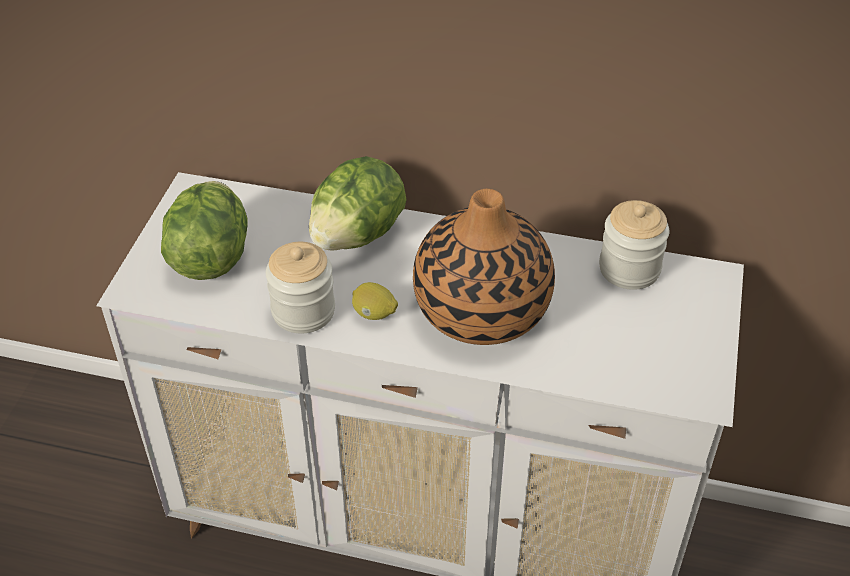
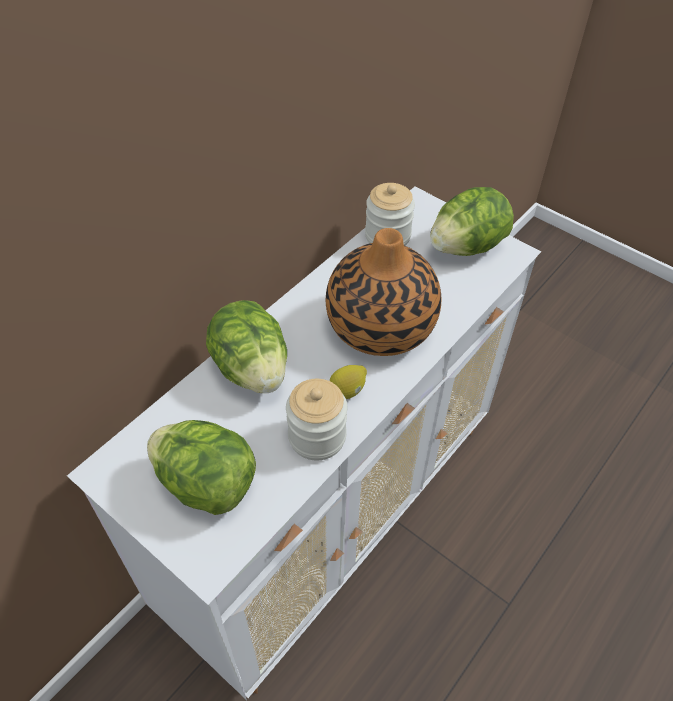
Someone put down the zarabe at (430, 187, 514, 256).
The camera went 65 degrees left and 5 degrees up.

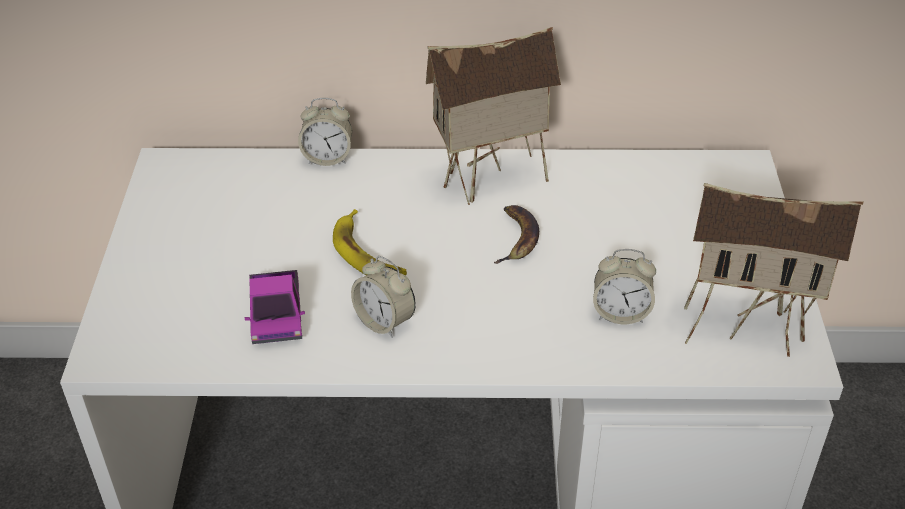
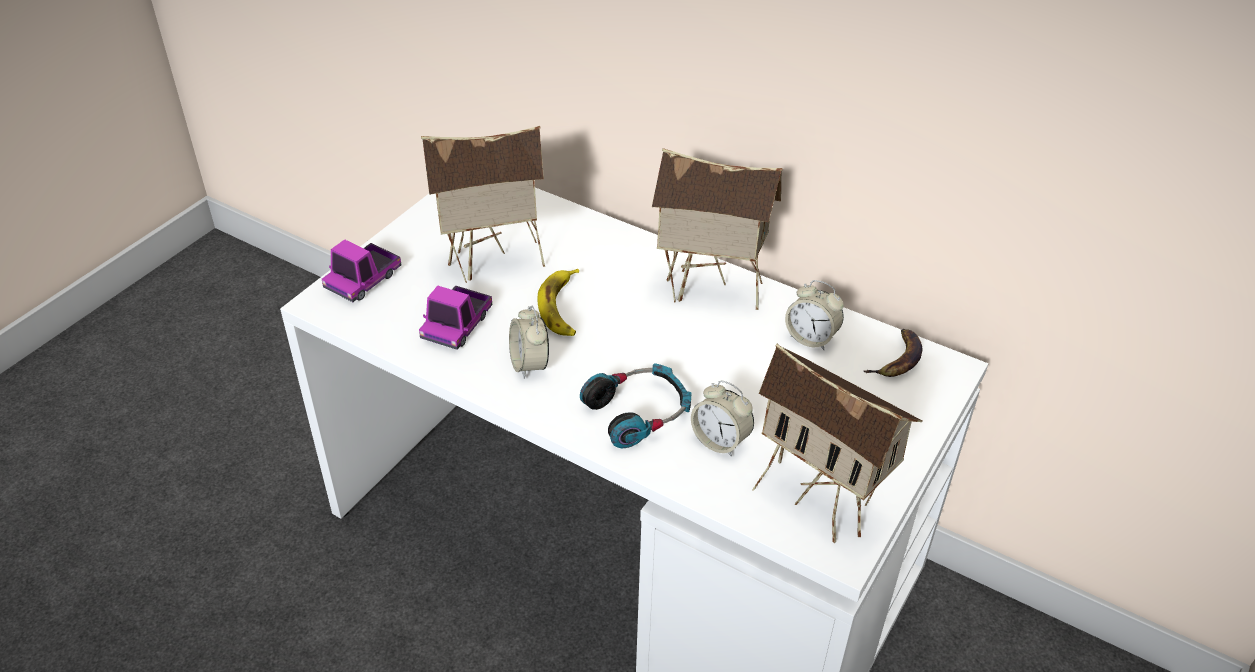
Someone carried the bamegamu from (298, 98, 352, 166) to (785, 280, 844, 350).
Someone carried the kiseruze from (494, 205, 539, 264) to (864, 329, 923, 377).
Someone put down the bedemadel at (322, 239, 401, 302).
Someone put down the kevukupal at (421, 126, 545, 283).
Someone put down the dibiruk at (580, 363, 691, 448).
The camera went 30 degrees right and 0 degrees up.

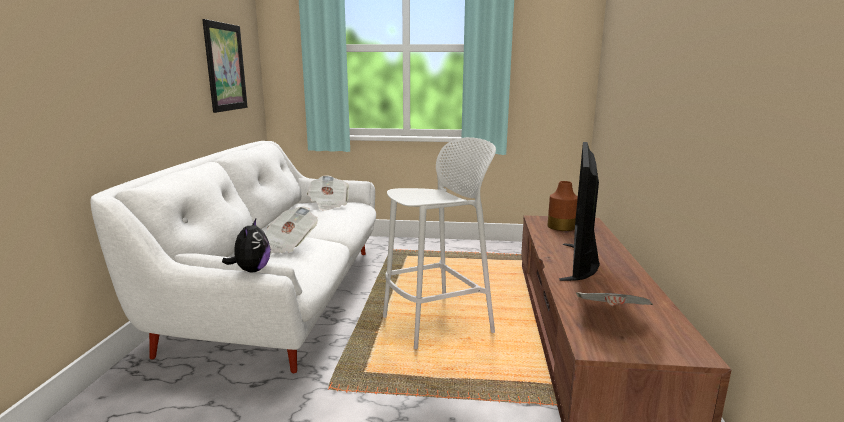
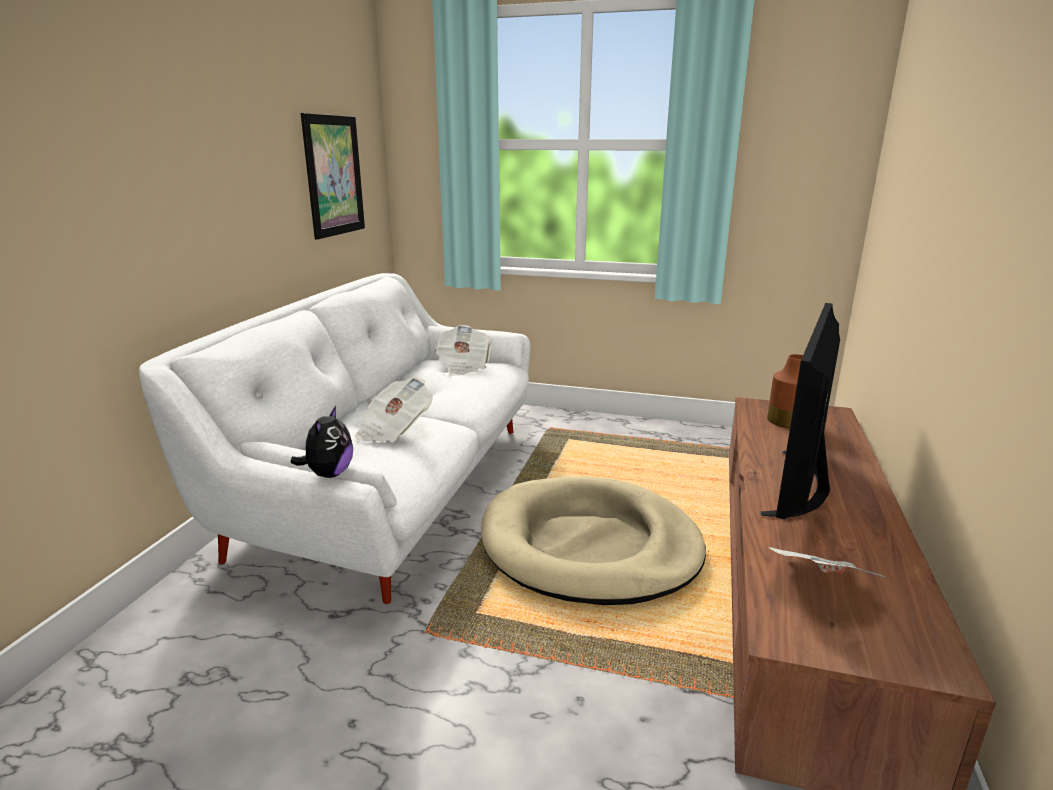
Someone swapped the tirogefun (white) at (383, 137, 496, 349) for the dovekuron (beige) at (481, 477, 706, 605).
The camera went 10 degrees right and 5 degrees up.

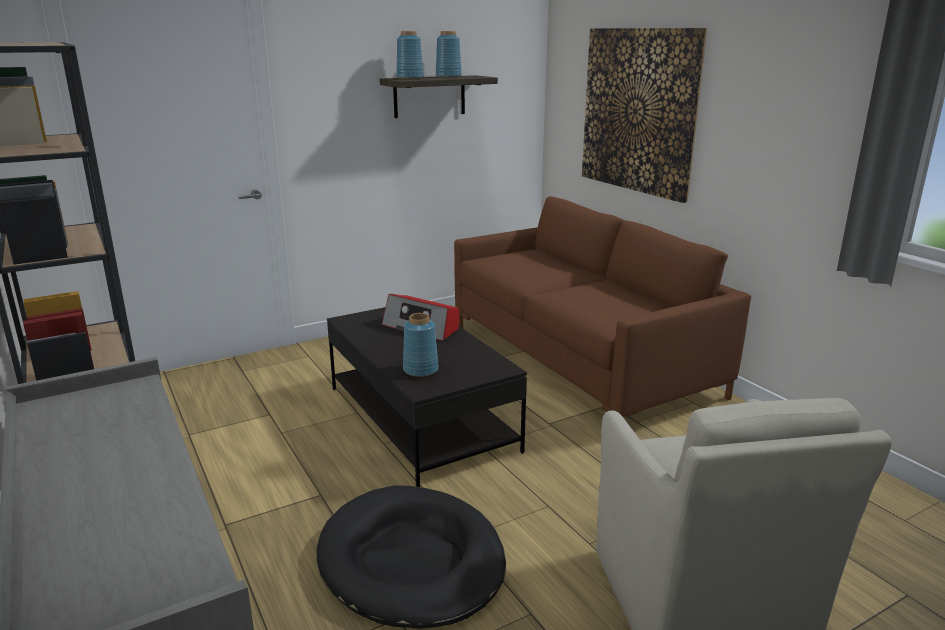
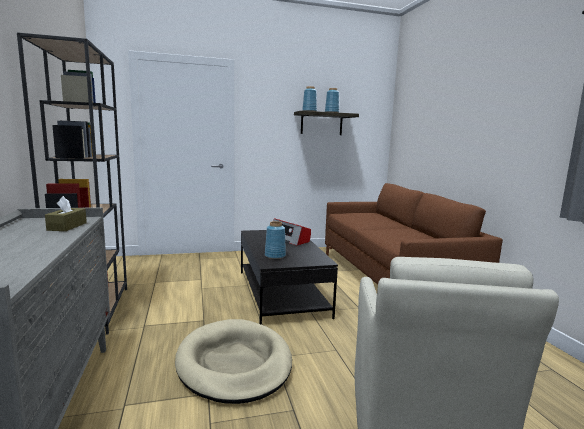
Someone repainted the dovekuron (black) at (317, 485, 506, 629), which became the dovekuron (beige) at (175, 319, 292, 404).
Someone took away the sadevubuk at (582, 28, 707, 203).
Someone put down the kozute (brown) at (45, 196, 87, 231).
The camera went 15 degrees right and 10 degrees down.

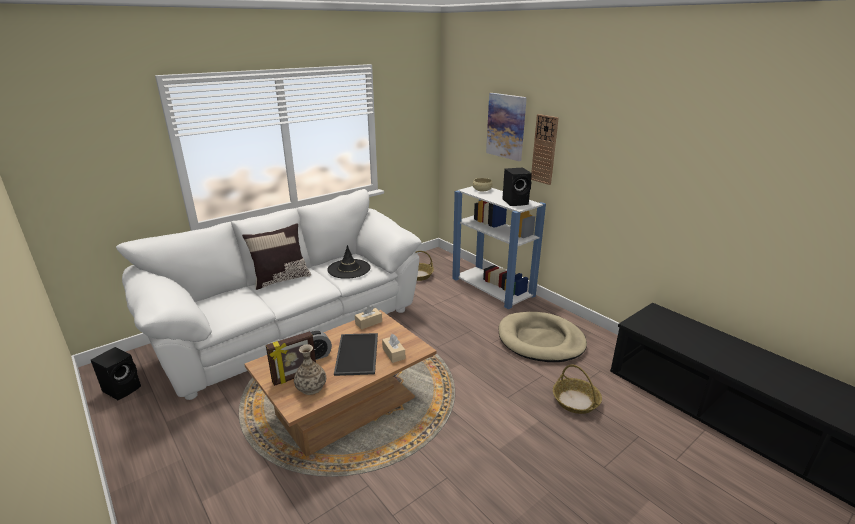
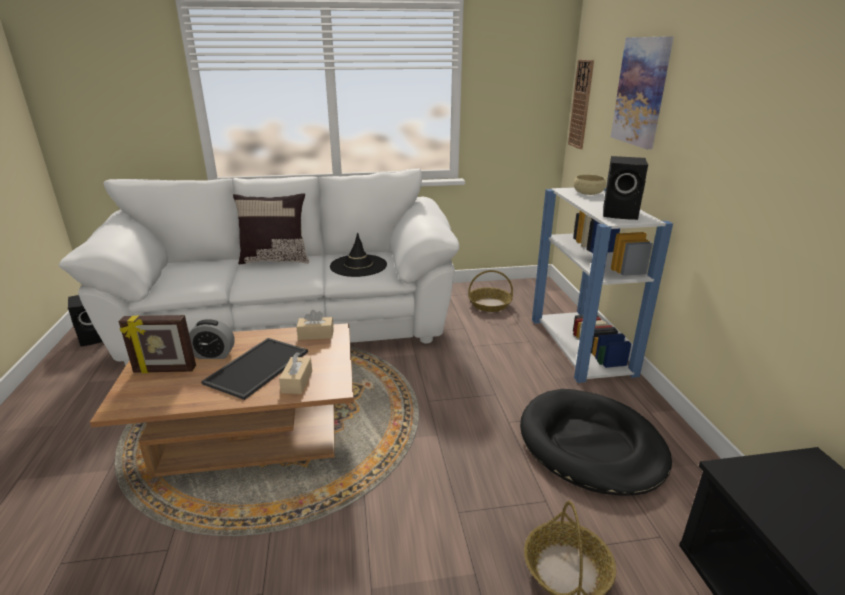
Someone took away the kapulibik at (294, 344, 326, 395).
Someone repainted the dovekuron (beige) at (499, 312, 587, 362), which became the dovekuron (black) at (520, 389, 672, 496).
Someone carried the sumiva from (531, 114, 559, 185) to (568, 59, 594, 149).
The camera went 30 degrees right and 0 degrees up.

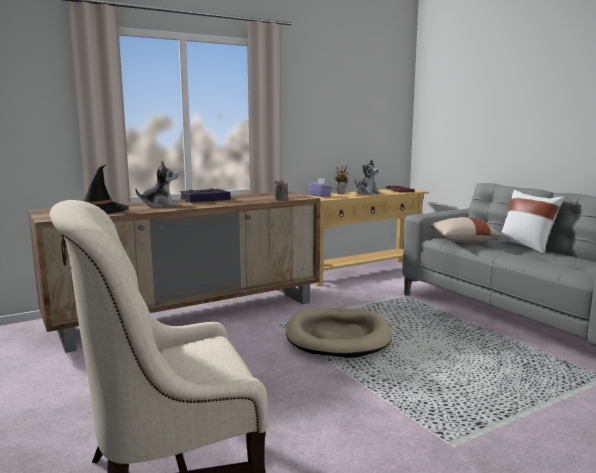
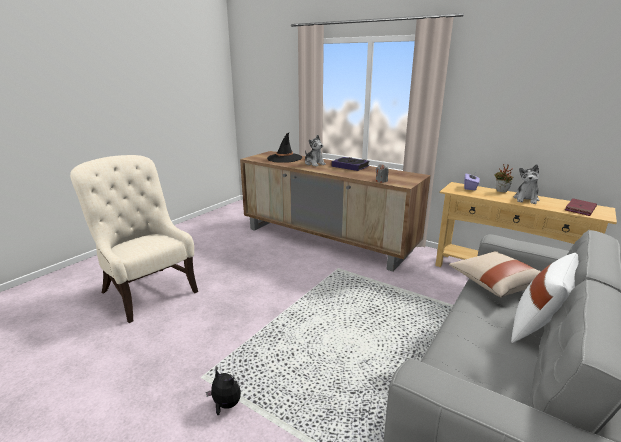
Someone took away the dovekuron (beige) at (286, 308, 392, 358).
Someone put down the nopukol at (206, 370, 241, 415).
The camera went 65 degrees right and 10 degrees up.

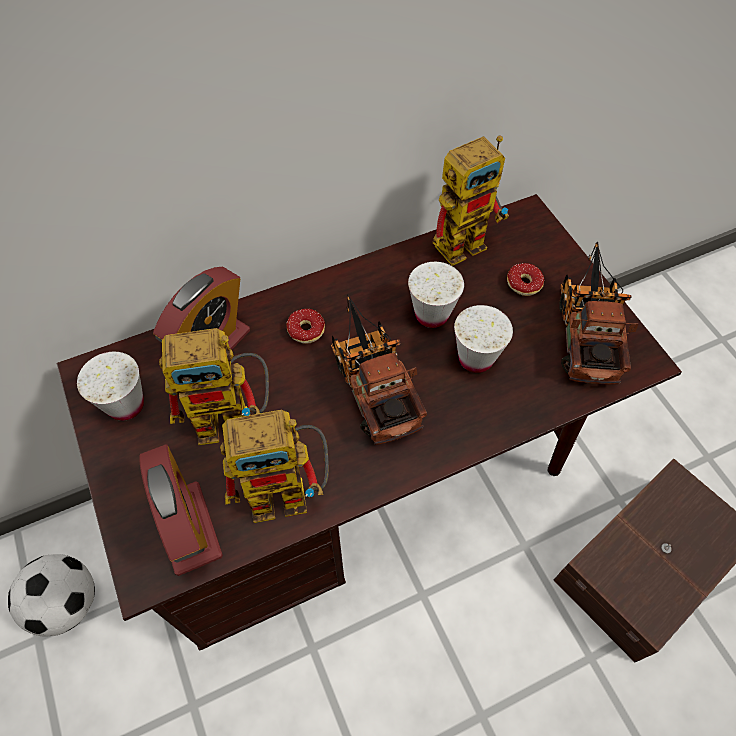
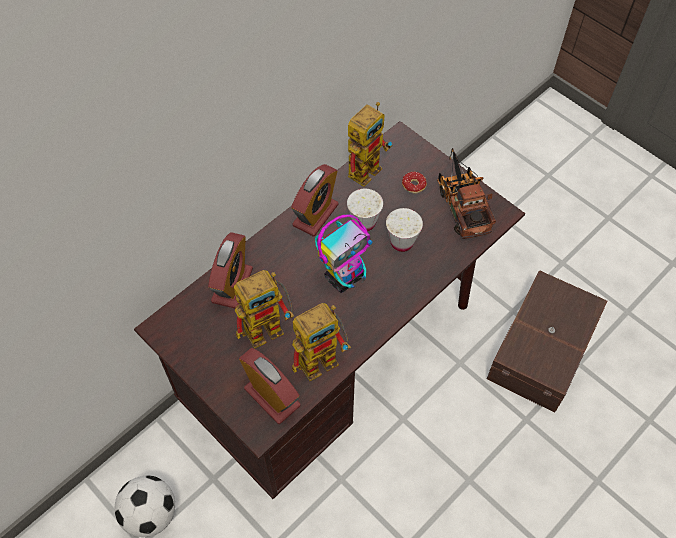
Someone took away the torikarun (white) at (77, 352, 144, 421).
Someone took away the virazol at (286, 309, 325, 344).
Someone swapped the bedemadel at (331, 294, 427, 445) for the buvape at (315, 214, 373, 293).
Someone put down the bamegamu at (291, 164, 338, 237).
The camera went 20 degrees left and 0 degrees up.

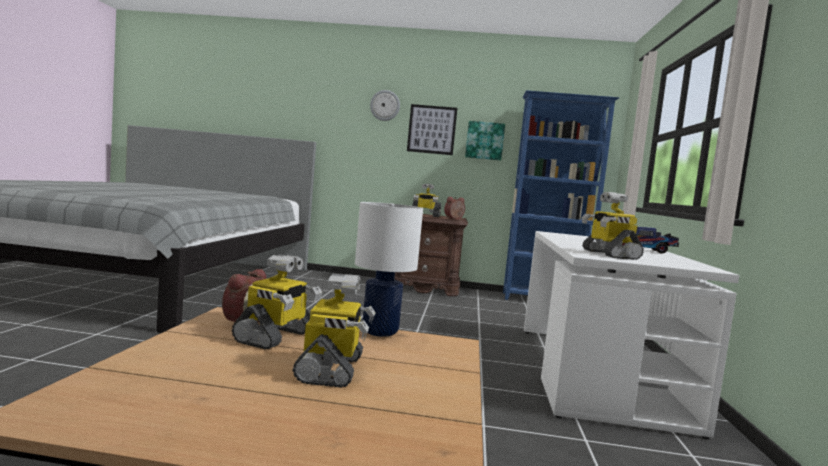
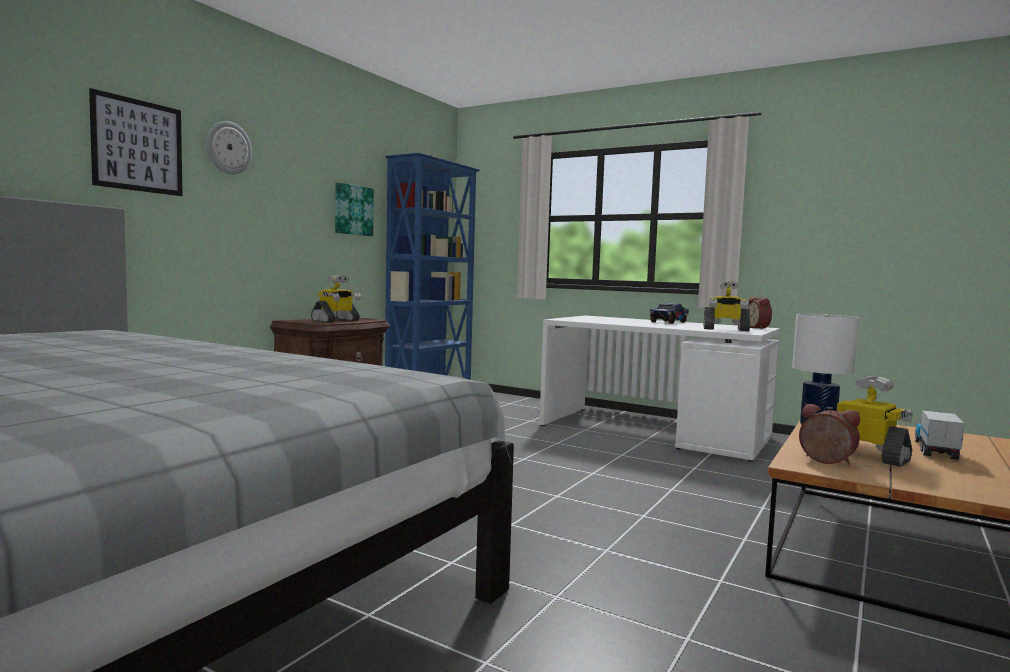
Someone swapped the buvape at (293, 274, 376, 388) for the bedemadel at (915, 411, 965, 460).
Someone carried the sadevubuk from (407, 104, 458, 155) to (89, 88, 183, 196).
Someone carried the bamegamu from (444, 197, 465, 219) to (748, 297, 772, 329).
The camera went 65 degrees left and 0 degrees up.

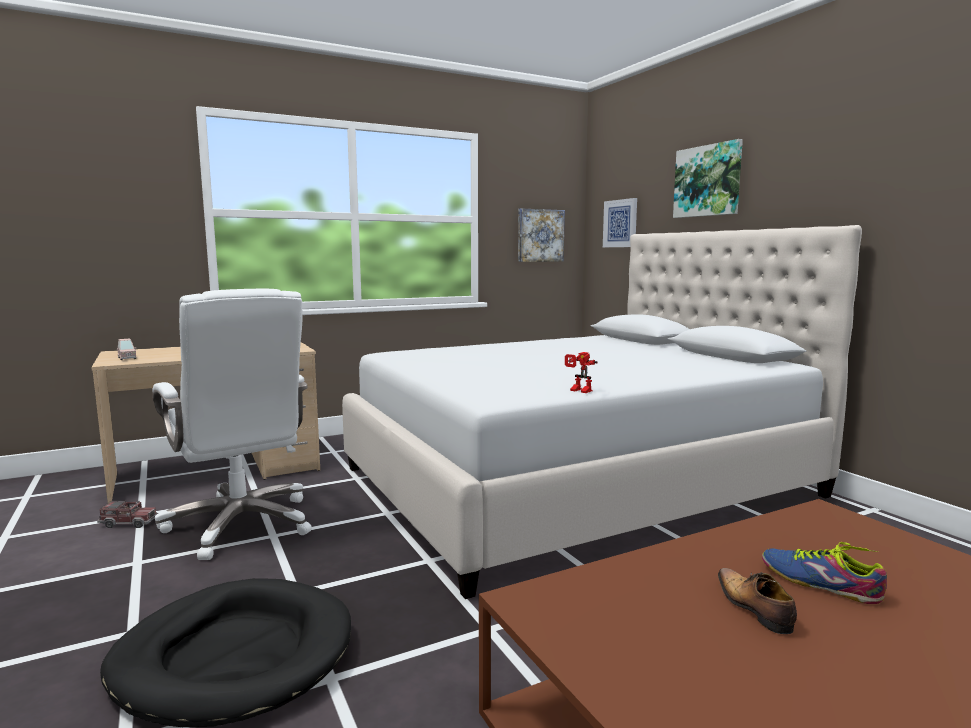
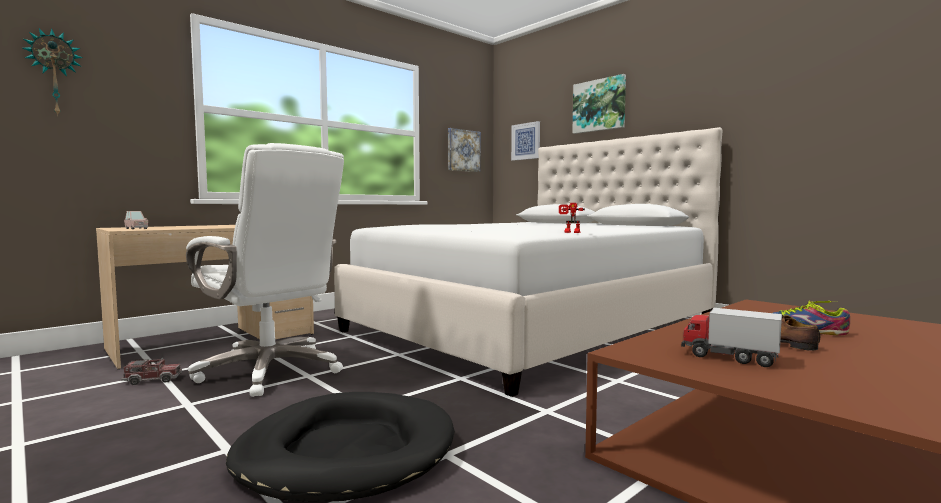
Someone put up the sumiva at (22, 28, 83, 116).
Someone put down the bedemadel at (681, 308, 782, 367).
The camera went 15 degrees left and 5 degrees down.

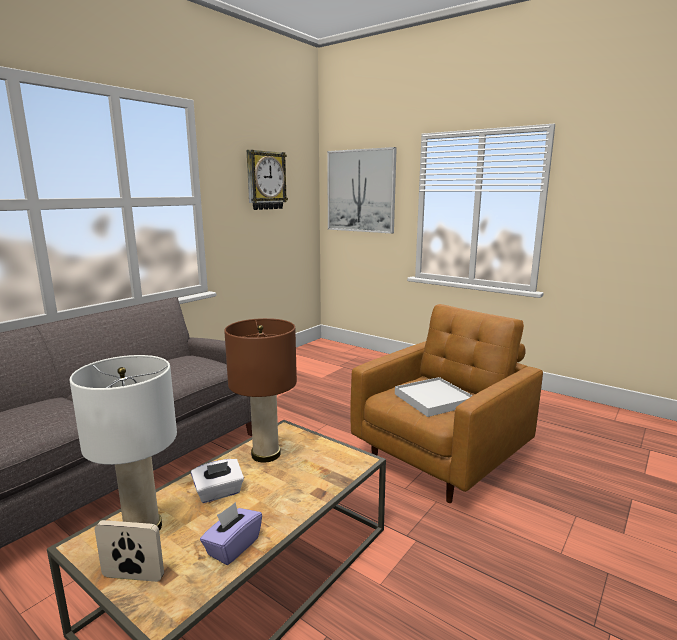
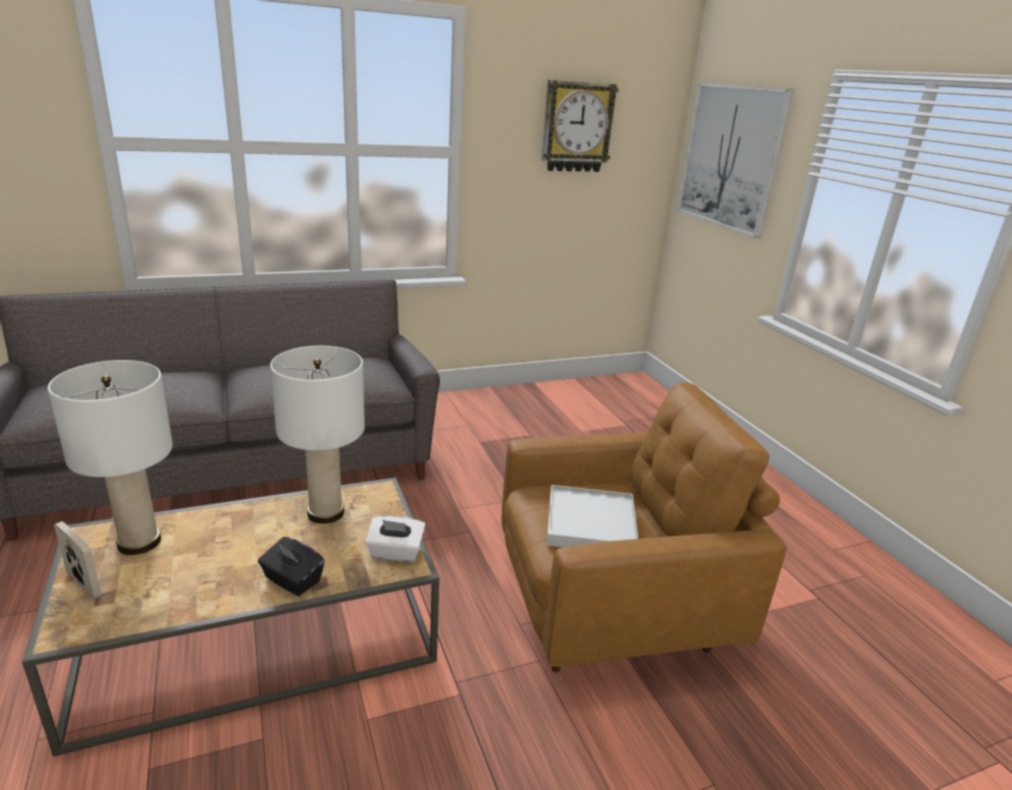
Someone carried the kozute (white) from (191, 459, 244, 503) to (365, 516, 426, 562).
Someone took away the kozute (purple) at (200, 502, 262, 565).
Someone repainted the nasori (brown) at (224, 318, 297, 463), which became the nasori (white) at (270, 346, 365, 524).
Someone put down the kozute (black) at (258, 537, 325, 596).
The camera went 30 degrees right and 10 degrees up.

